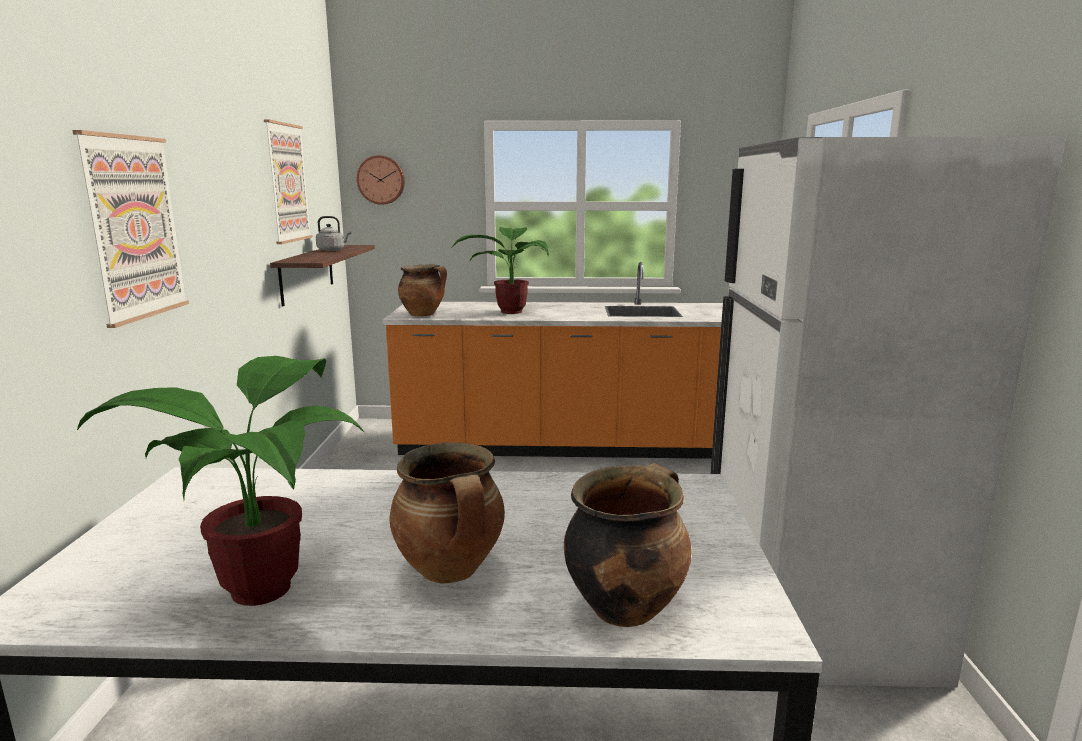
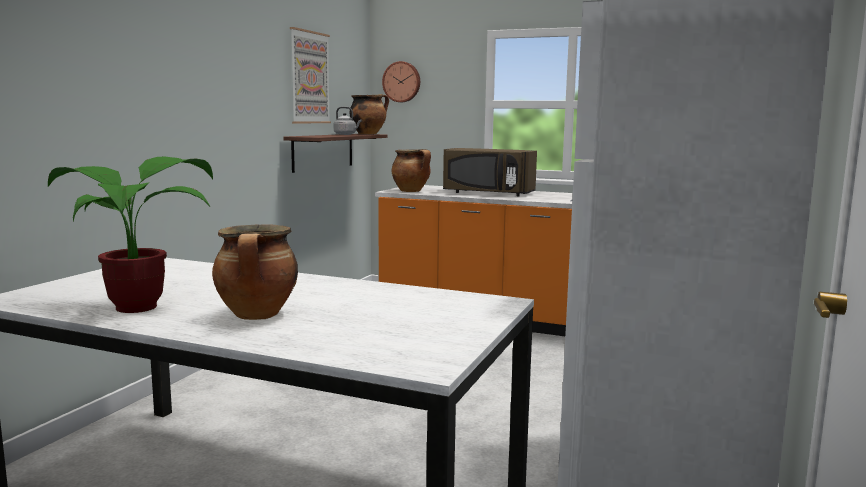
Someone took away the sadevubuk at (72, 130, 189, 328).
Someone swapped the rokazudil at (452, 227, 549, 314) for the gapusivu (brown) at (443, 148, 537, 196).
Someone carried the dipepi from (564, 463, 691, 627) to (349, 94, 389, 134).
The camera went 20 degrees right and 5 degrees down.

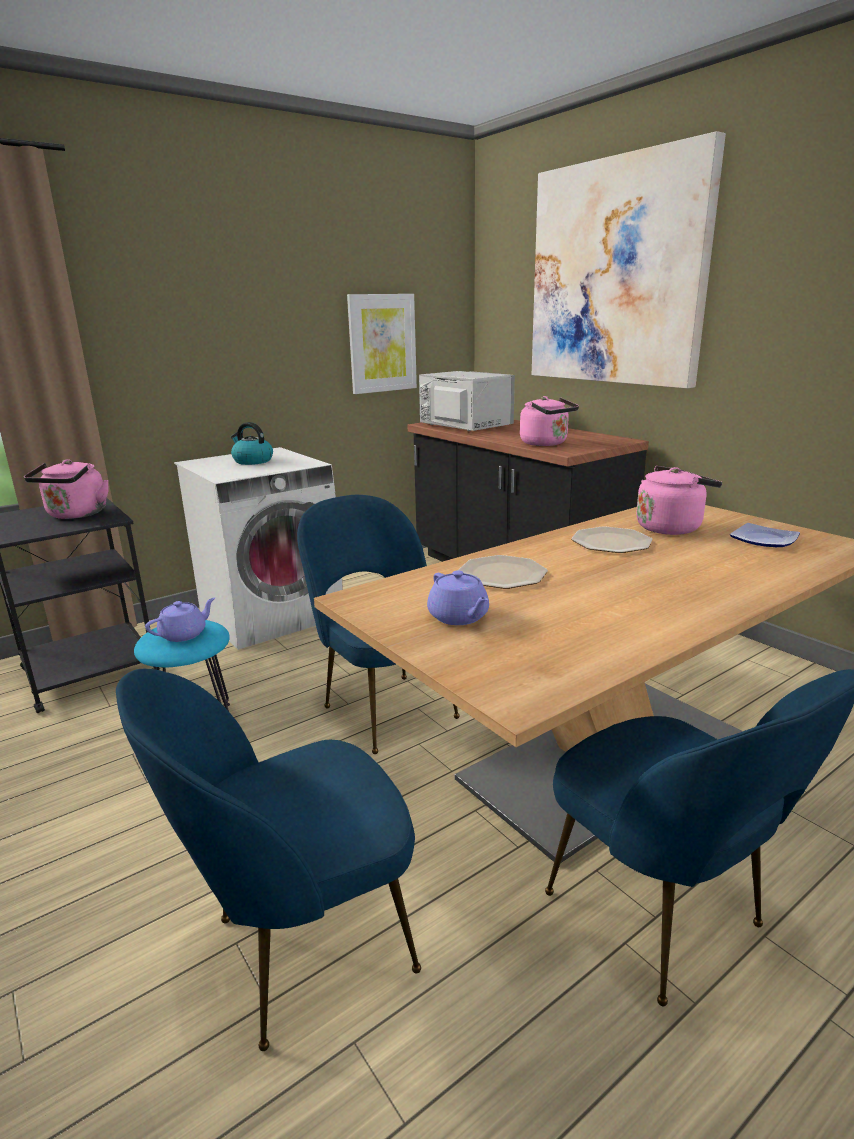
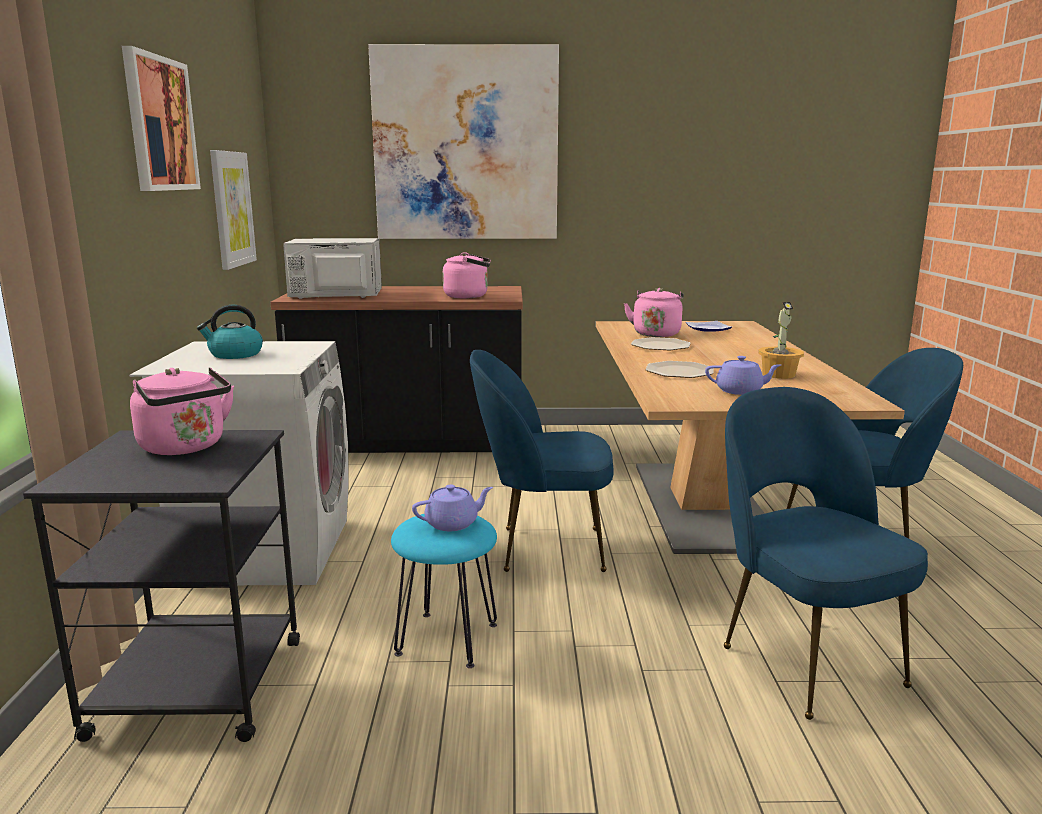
Someone rotated the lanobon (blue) at (116, 669, 421, 1051) by 150 degrees clockwise.
Someone rotated the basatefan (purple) at (145, 598, 215, 642) by 75 degrees clockwise.
Someone put up the sadevubuk at (122, 46, 201, 191).
Someone put down the rokazudil at (758, 302, 804, 379).
The camera went 55 degrees left and 5 degrees down.

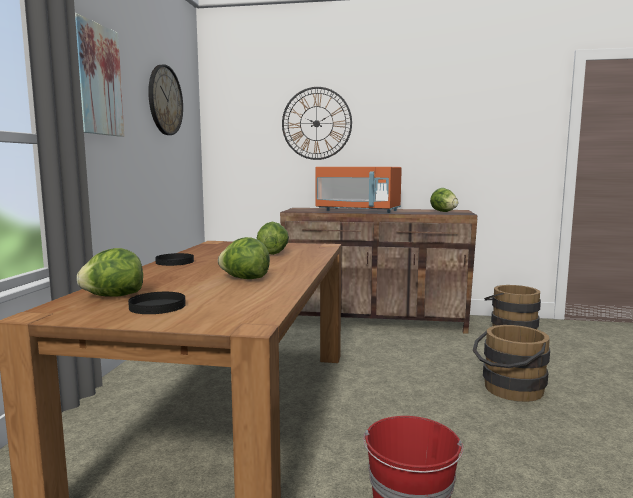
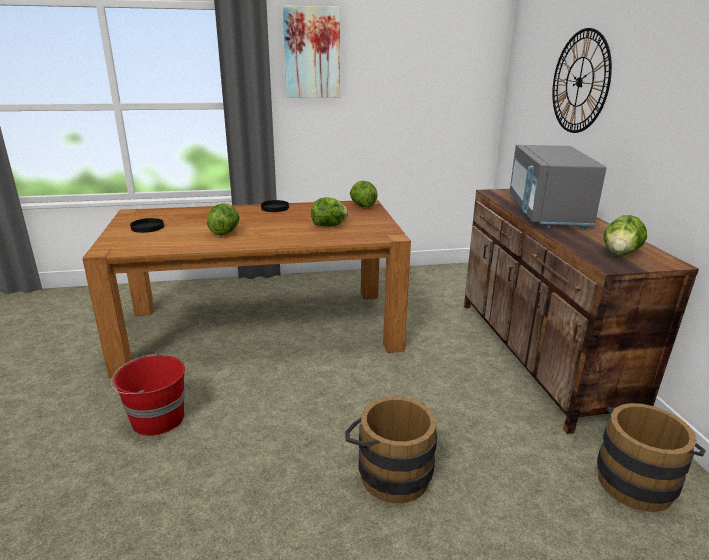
Someone carried the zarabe from (77, 248, 143, 297) to (350, 181, 378, 208).
Someone took away the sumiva at (148, 65, 183, 135).
Someone repainted the gapusivu (orange) at (316, 167, 402, 213), which became the gapusivu (grey) at (509, 145, 607, 229).
The camera went 70 degrees right and 15 degrees up.

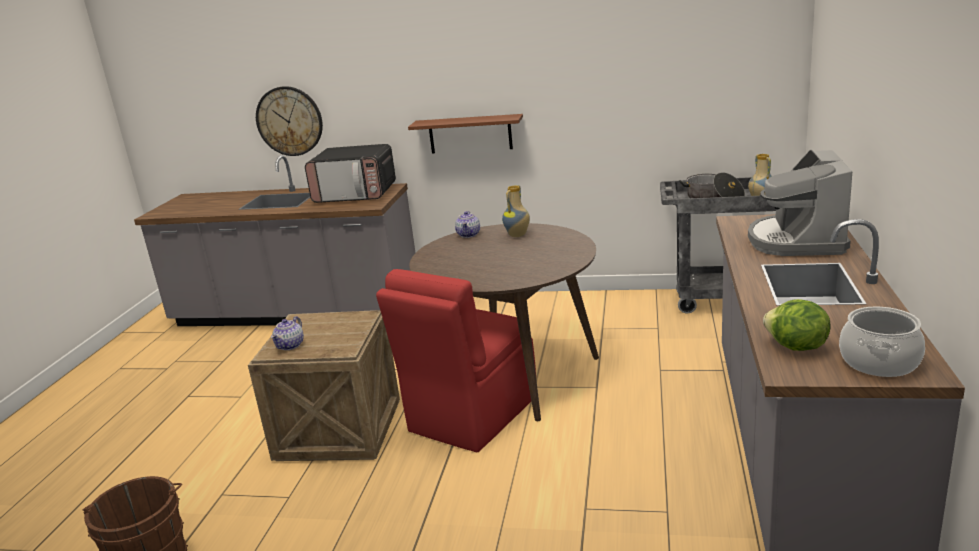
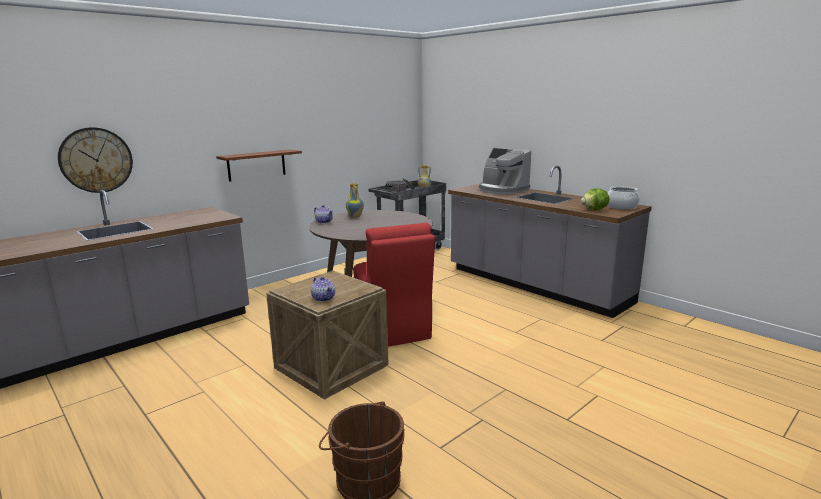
Someone took away the gapusivu at (305, 144, 396, 203).
The camera went 55 degrees left and 5 degrees down.

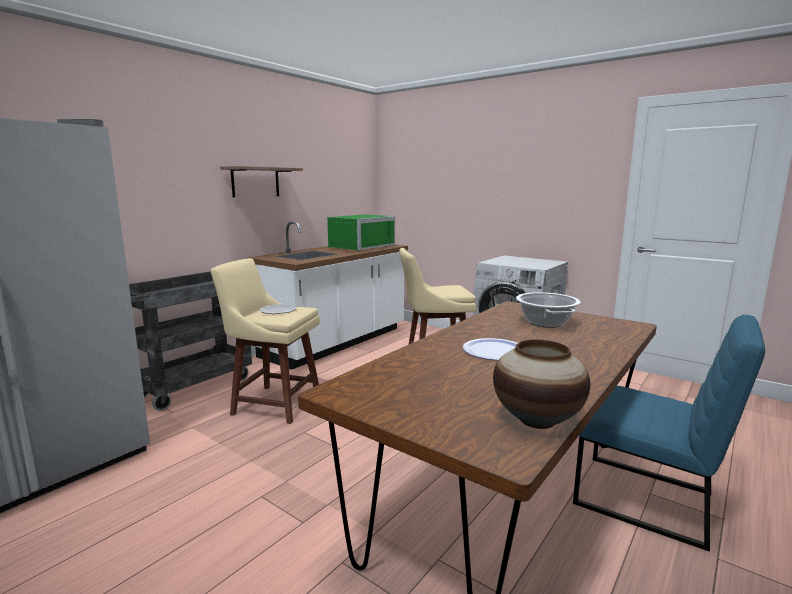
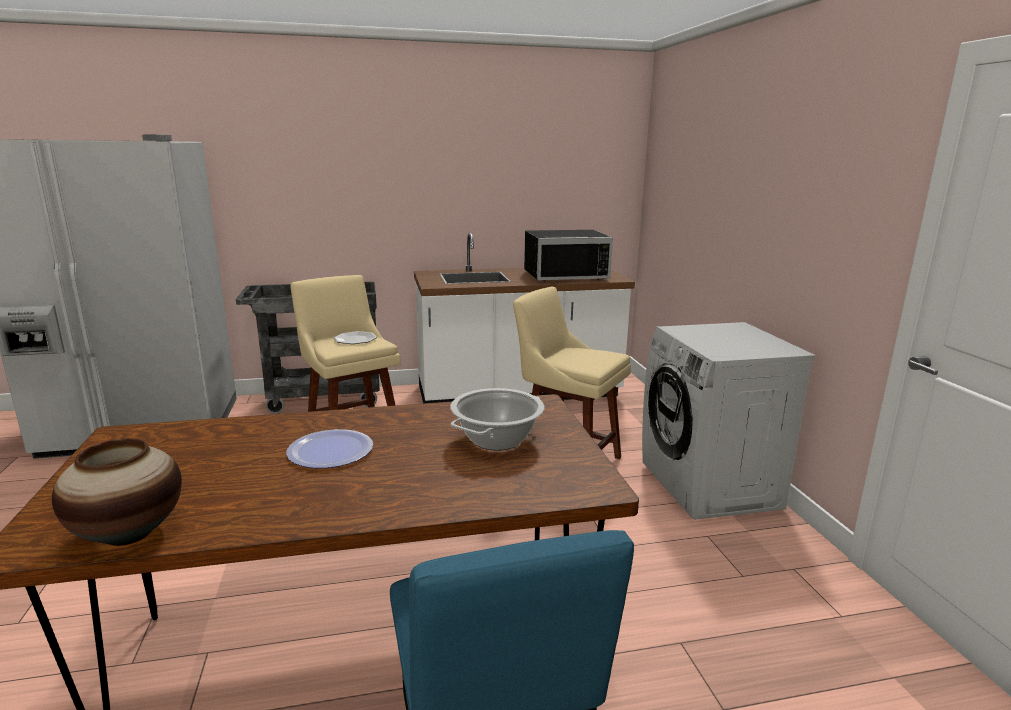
Someone took away the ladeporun at (220, 166, 303, 198).
Someone repainted the gapusivu (green) at (327, 215, 395, 251), which became the gapusivu (black) at (524, 230, 613, 281).
The camera went 40 degrees right and 5 degrees up.

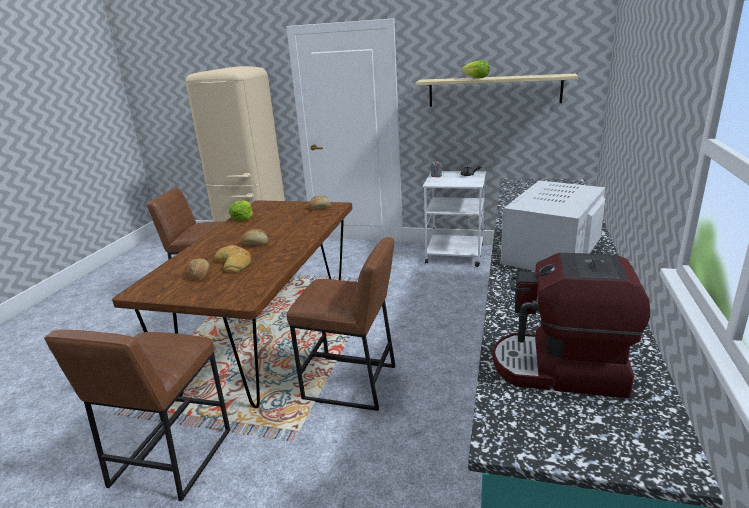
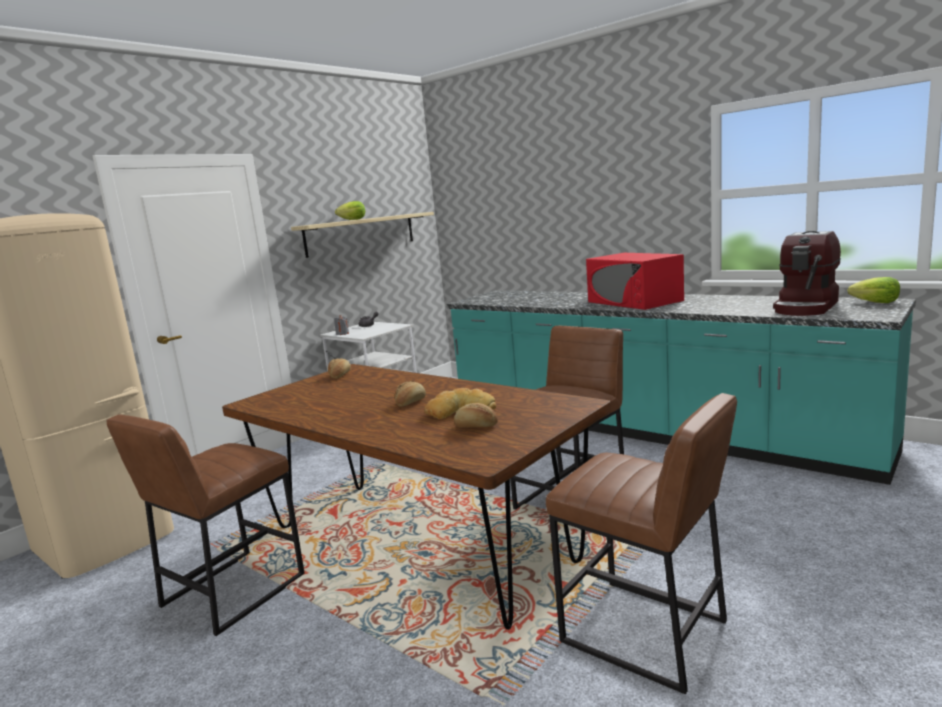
Someone carried the zarabe from (229, 201, 253, 221) to (847, 277, 900, 303).
Someone repainted the gapusivu (white) at (501, 180, 605, 271), which became the gapusivu (red) at (586, 253, 684, 310).
The camera went 65 degrees left and 10 degrees down.

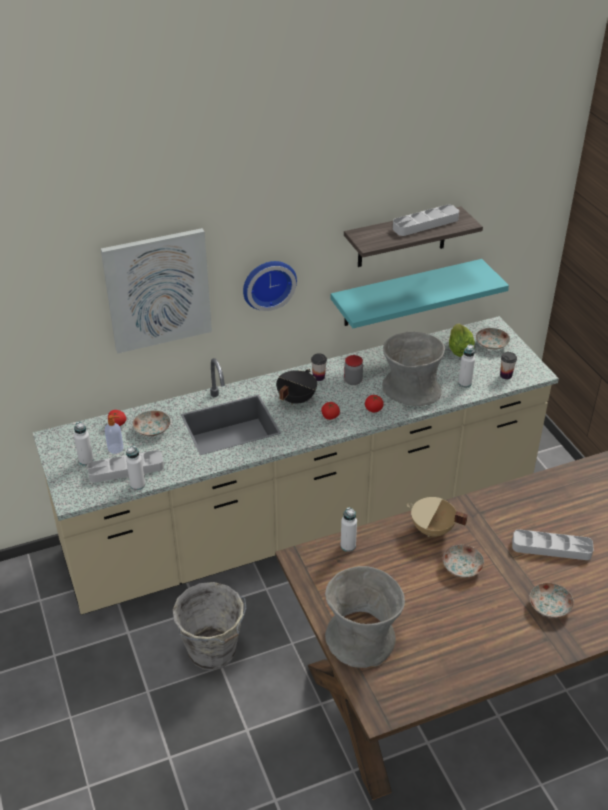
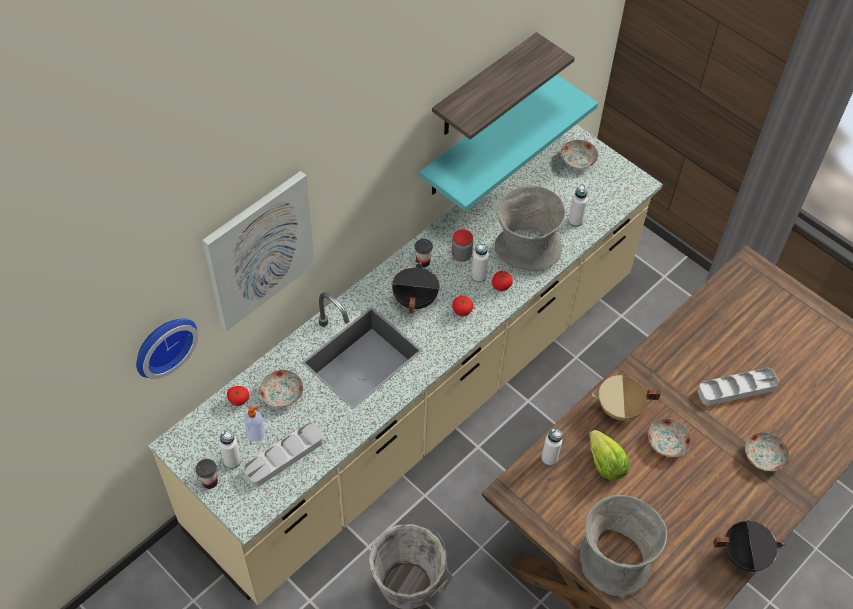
Someone carried the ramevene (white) from (126, 446, 145, 490) to (471, 242, 489, 283).
Someone carried the sumiva from (243, 261, 297, 311) to (136, 319, 198, 379).
Someone took away the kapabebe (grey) at (393, 205, 459, 236).
Someone carried the zarabe from (449, 324, 475, 357) to (589, 430, 630, 480).
Someone carried the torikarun from (500, 352, 517, 379) to (196, 459, 218, 489).
Someone put down the dipepi (black) at (713, 520, 785, 572).
The camera went 25 degrees left and 15 degrees up.

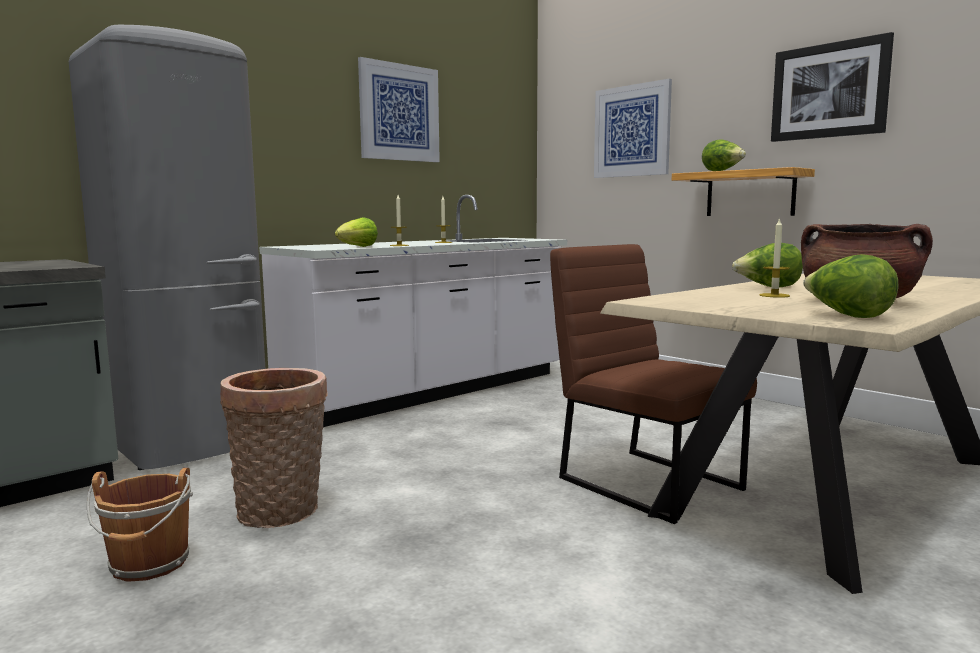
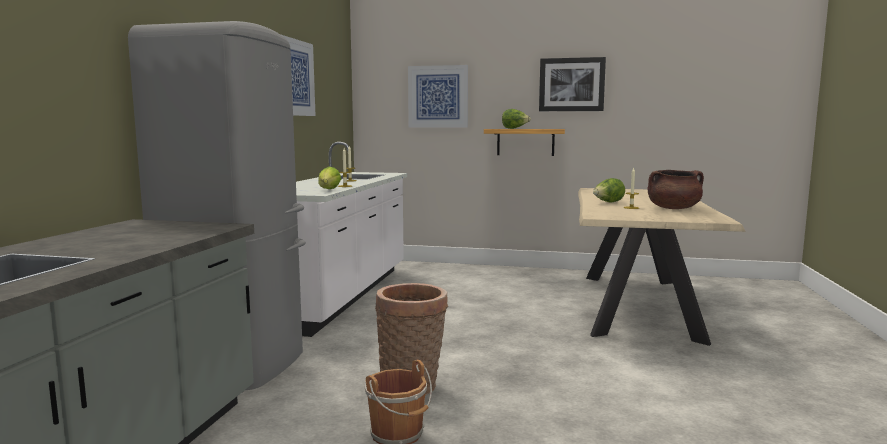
Someone took away the lanobon (brown) at (550, 244, 757, 524).
Someone took away the zarabe at (803, 254, 898, 318).
The camera went 35 degrees left and 0 degrees up.

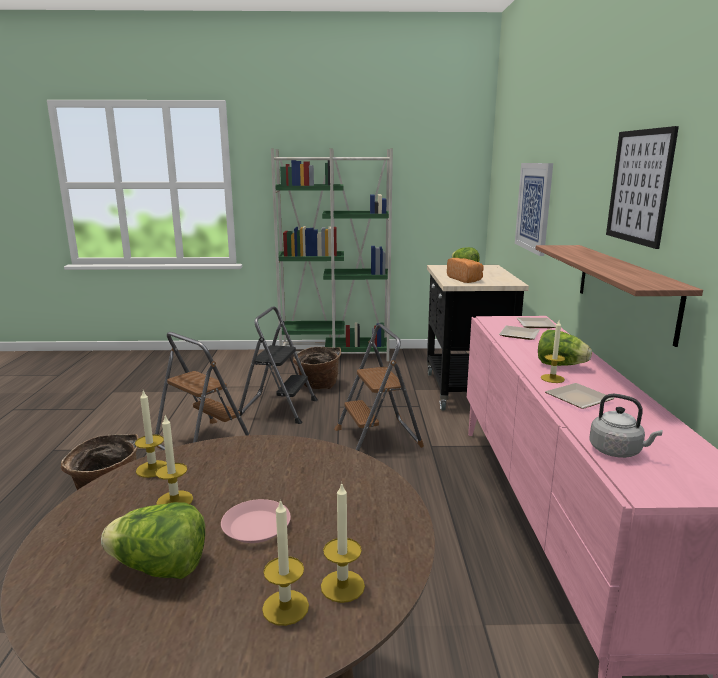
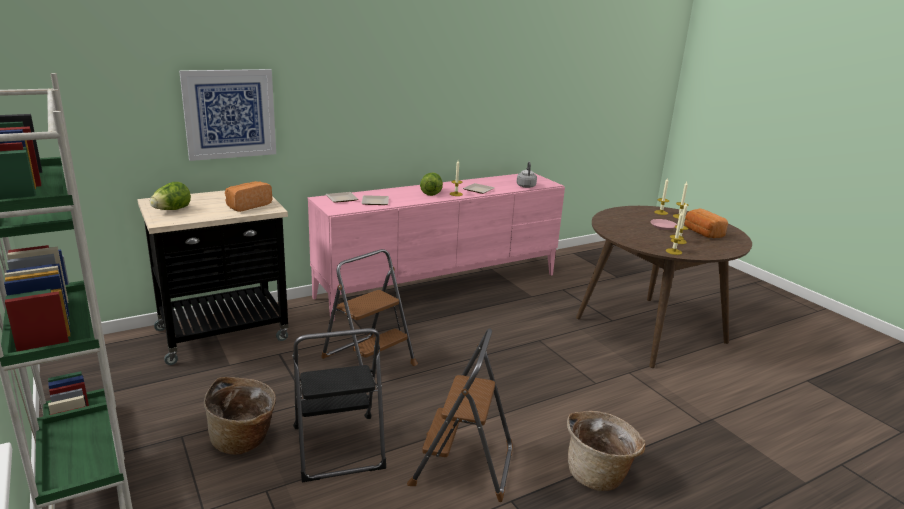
Someone swapped the zarabe at (101, 502, 205, 579) for the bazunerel at (684, 208, 728, 238).
Someone took away the ladeporun at (535, 245, 703, 347).
Someone took away the sadevubuk at (606, 126, 679, 249).
The camera went 120 degrees left and 5 degrees up.

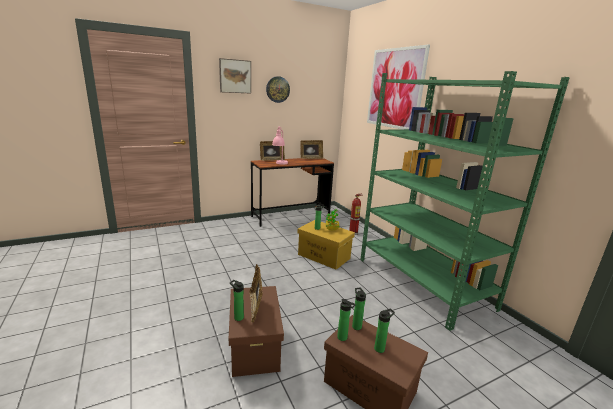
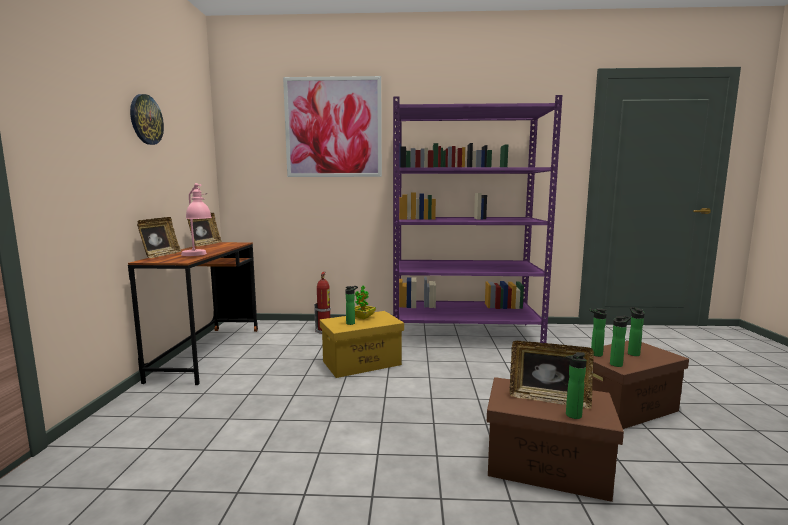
Someone took away the sadevubuk at (219, 58, 251, 94).
Someone repainted the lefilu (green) at (360, 71, 570, 331), which became the lefilu (purple) at (393, 95, 562, 343).
The camera went 60 degrees left and 10 degrees down.

